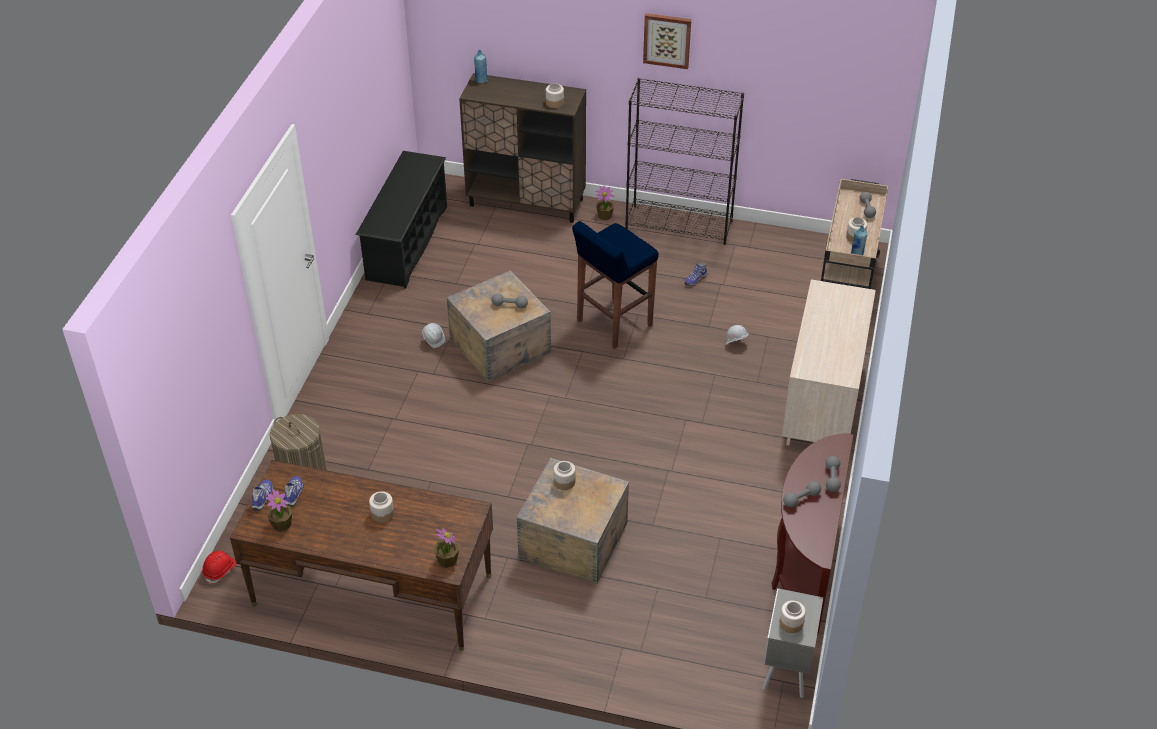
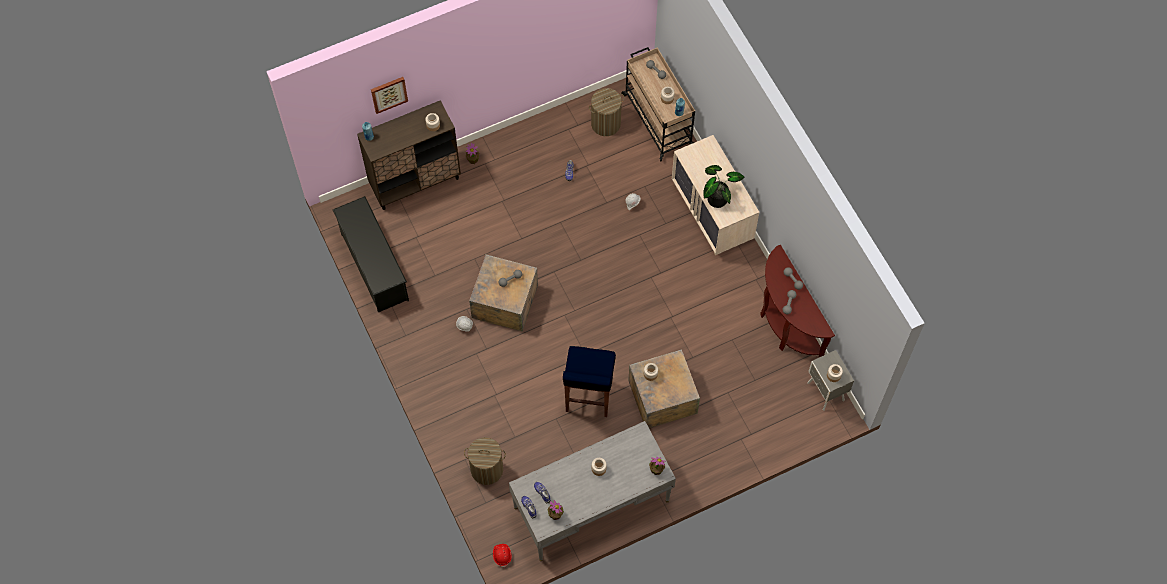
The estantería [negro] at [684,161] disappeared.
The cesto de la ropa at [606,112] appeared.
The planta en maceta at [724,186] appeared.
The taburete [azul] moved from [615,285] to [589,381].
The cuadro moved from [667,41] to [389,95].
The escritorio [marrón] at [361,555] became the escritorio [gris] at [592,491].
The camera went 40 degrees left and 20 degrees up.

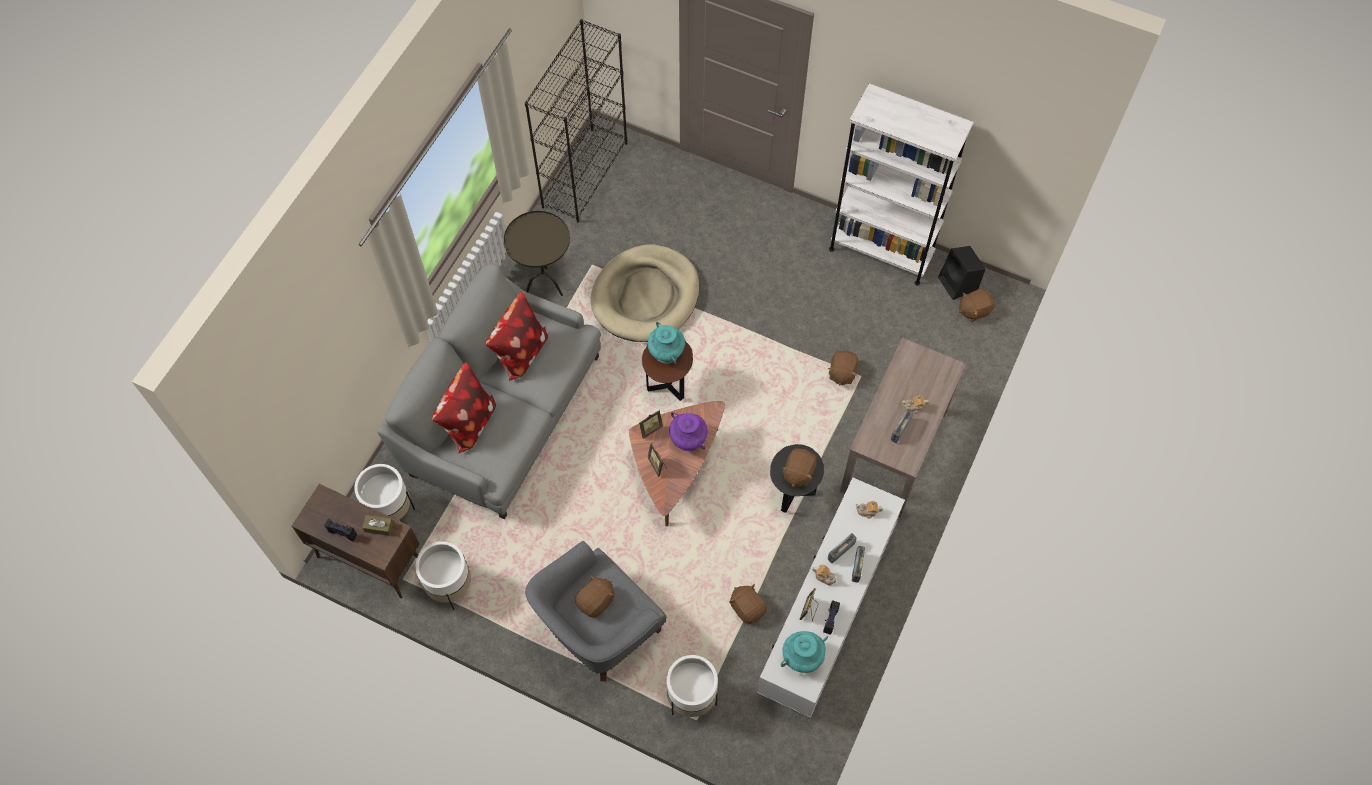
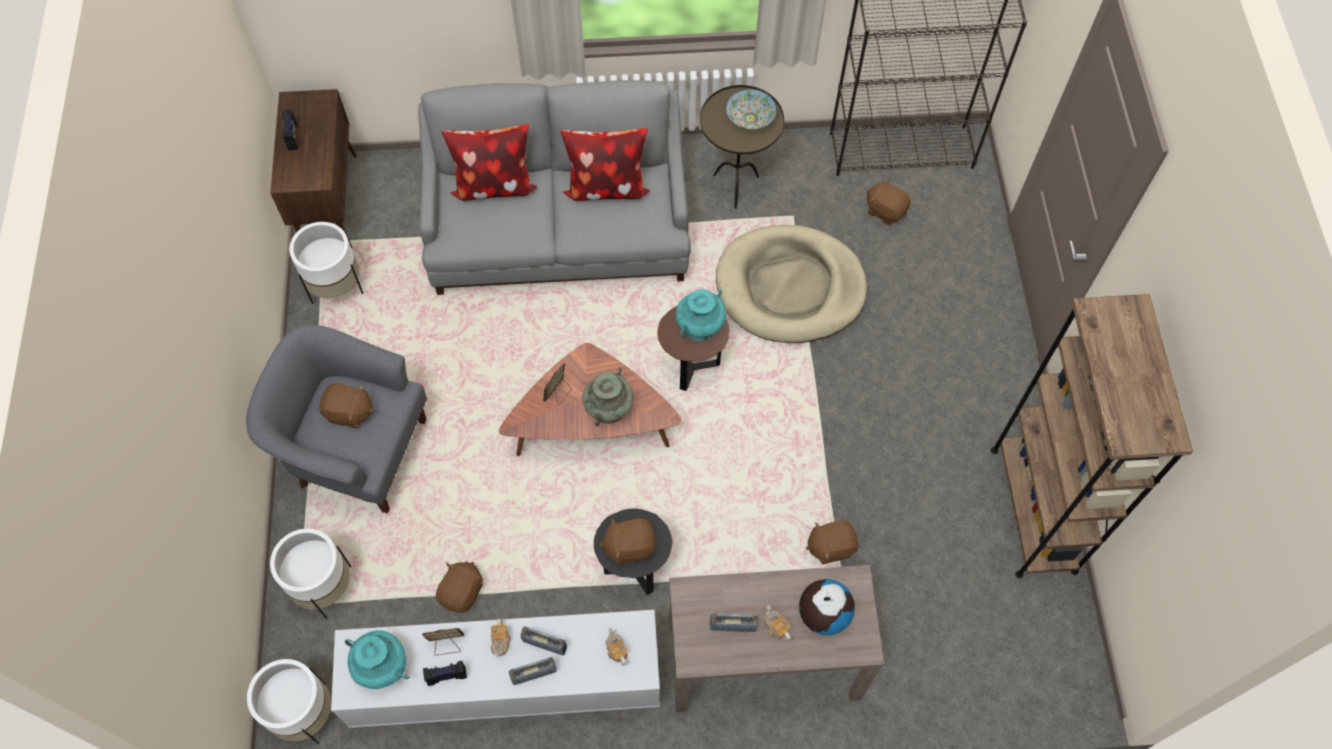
The caja de pañuelos [marrón] at [378,525] disappeared.
The portarretratos at [651,424] disappeared.
The altavoz [negro] at [962,273] disappeared.
The cuenco at [751,109] appeared.
The globo terráqueo at [827,607] appeared.
The maceta [blanco] moved from [384,492] to [289,701].
The peluche [marrón] moved from [977,305] to [888,201].
The florero [morado] at [688,431] became the florero [turquesa] at [608,396].
The estantería [blanco] at [901,185] became the estantería [marrón] at [1092,436].
The camera went 60 degrees right and 0 degrees up.

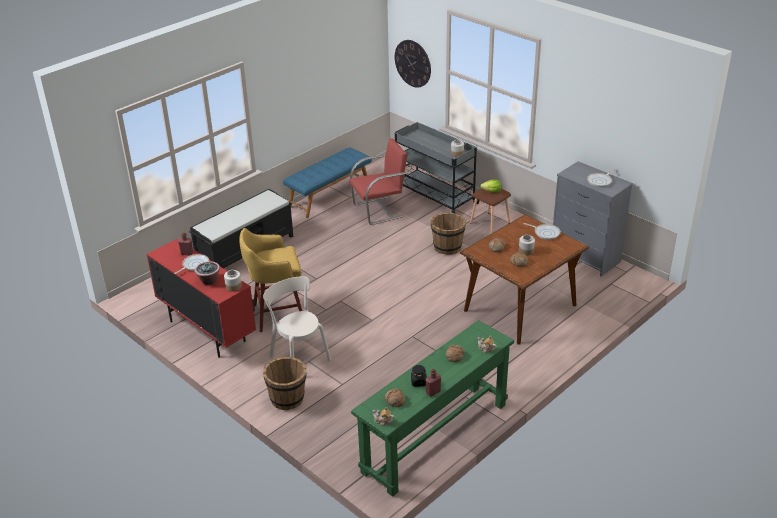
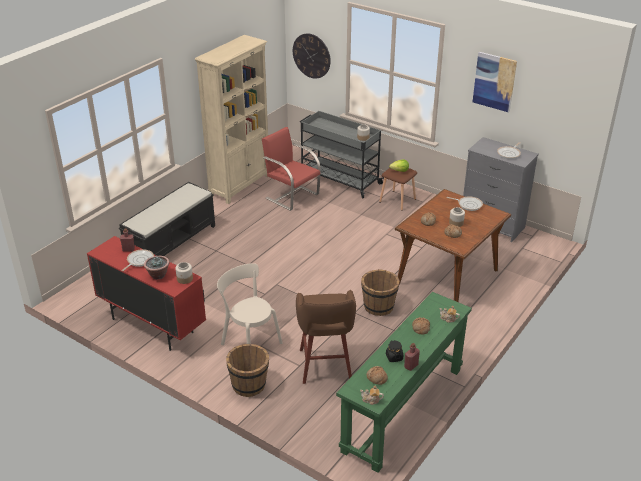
The taburete [amarillo] at [271,280] disappeared.
The taburete [marrón] at [326,337] appeared.
The cuadro at [495,82] appeared.
The cubo [marrón] moved from [448,234] to [380,292].
The banco [azul] at [327,182] was replaced by the estantería [beis] at [231,119].
The silla [rojo] at [378,182] turned 105 degrees counterclockwise.
The camera went 10 degrees left and 0 degrees up.

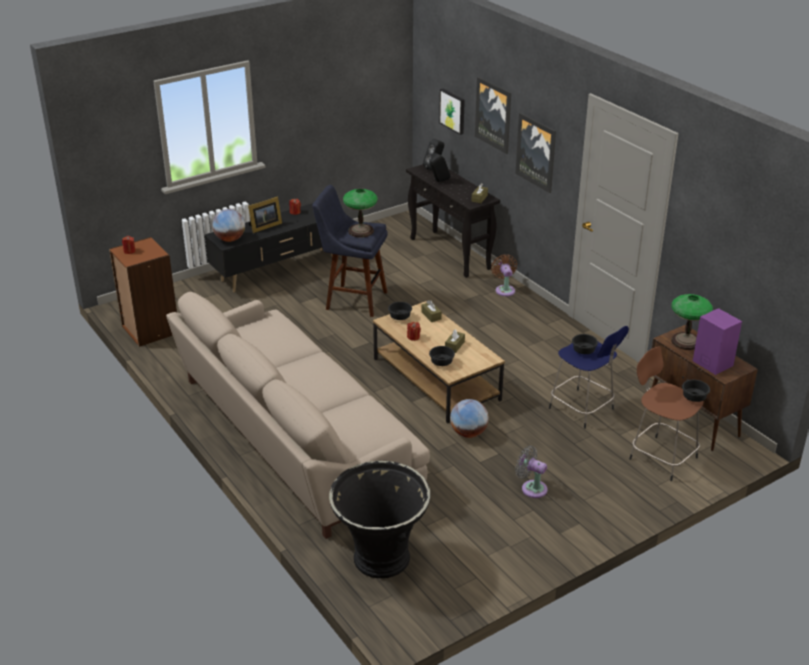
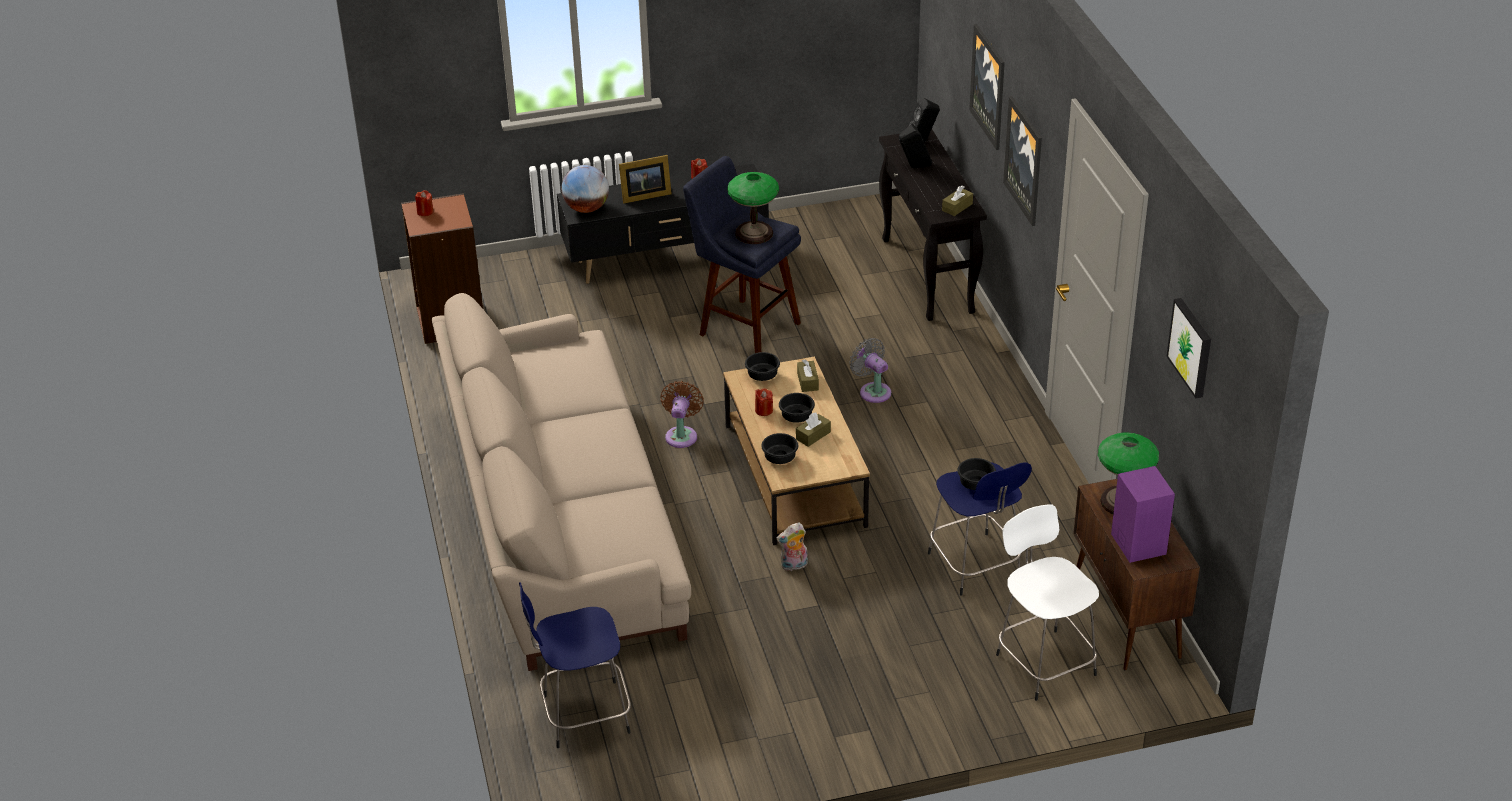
The cuadro moved from [452,112] to [1188,348].
The ventilador [marrón] moved from [504,275] to [682,414].
The ventilador [gris] moved from [531,472] to [870,370].
The cuenco [negro] moved from [696,391] to [797,408].
The maceta [negro] at [379,519] was replaced by the taburete [azul] at [575,665].
The globo terráqueo at [469,418] was replaced by the peluche at [792,547].
The taburete [marrón] at [666,413] became the taburete [blanco] at [1047,603].
The camera went 20 degrees right and 5 degrees up.

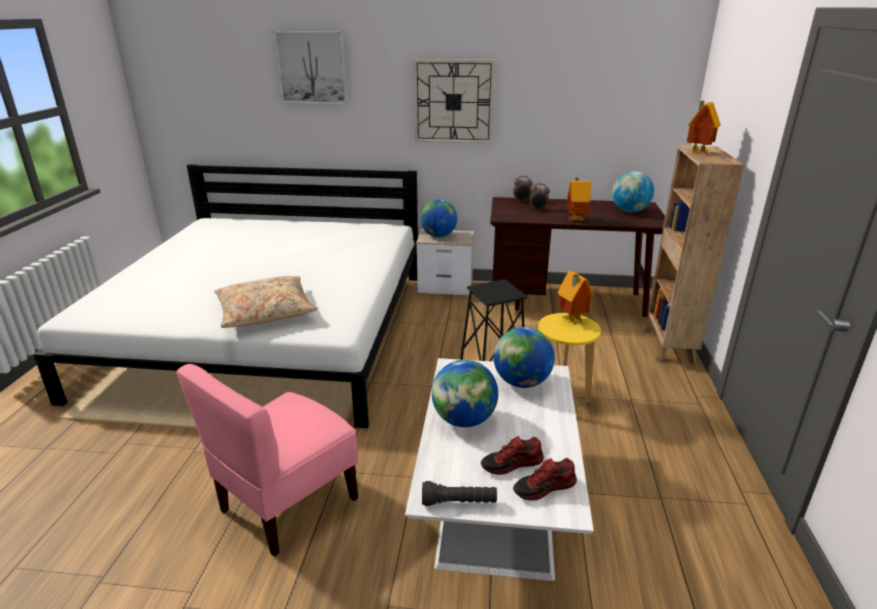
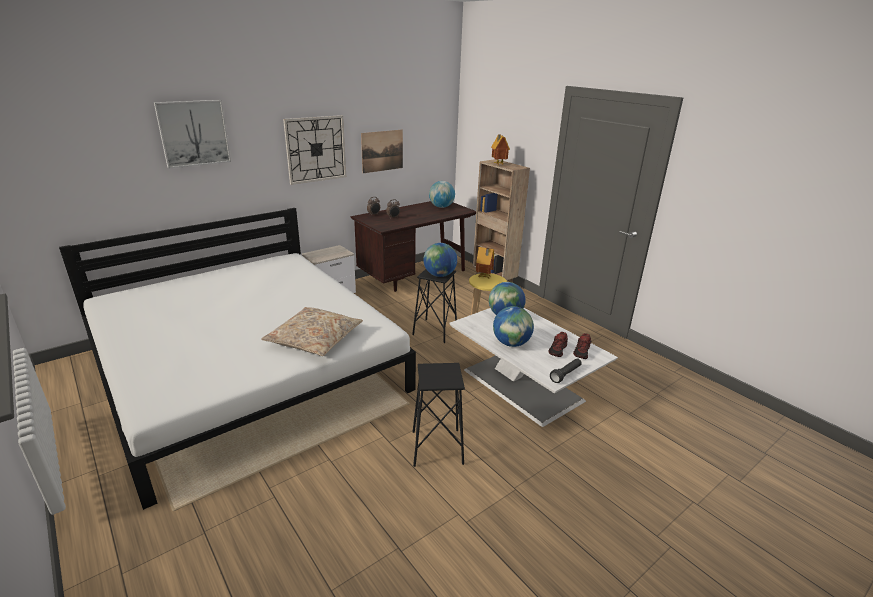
The casita at [578,199] disappeared.
The cuadro at [382,151] appeared.
The globo terráqueo moved from [438,218] to [440,260].
The silla [rosa] at [267,460] was replaced by the taburete [negro] at [439,415].
The camera went 45 degrees left and 0 degrees up.

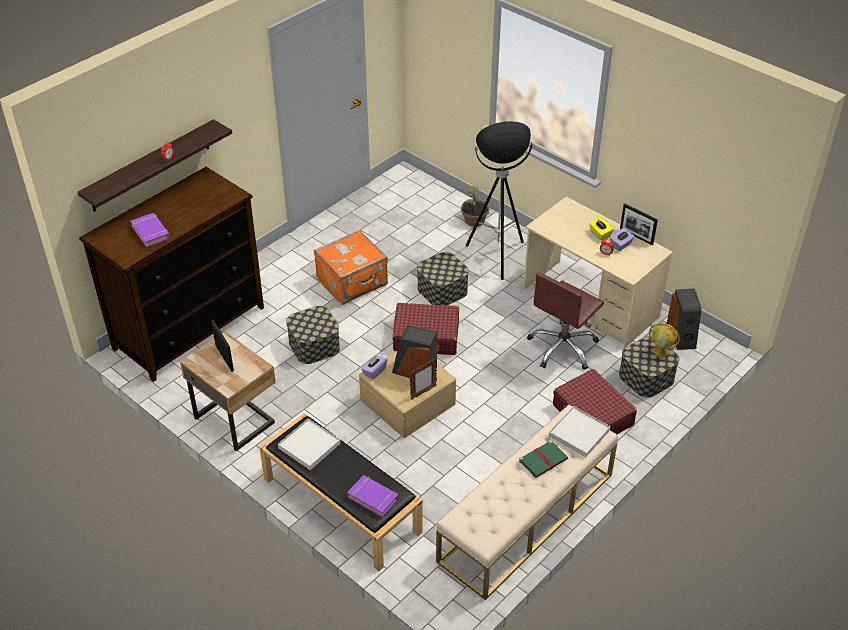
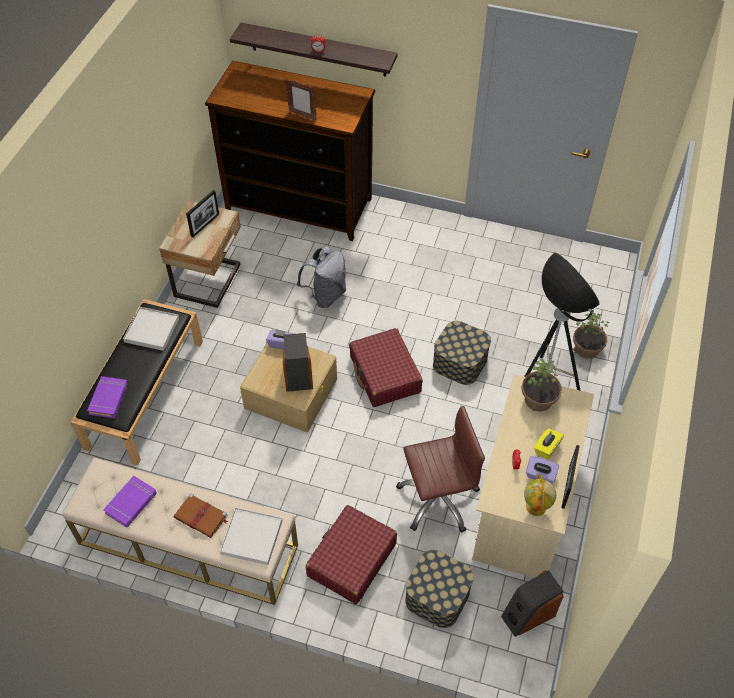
The maleta [naranja] at [351,267] disappeared.
The planta en maceta at [541,385] appeared.
The libro [morado] moved from [150,230] to [130,501].
The portarretratos moved from [423,379] to [301,99].
The globo terráqueo moved from [664,340] to [540,495].
The caja de almacenaje at [313,335] was replaced by the mochila [gris] at [321,277].
The libro [verde] at [543,459] became the libro [marrón] at [201,516].
The silla de oficina [marrón] at [565,321] turned 150 degrees clockwise.
The camera went 65 degrees right and 10 degrees up.

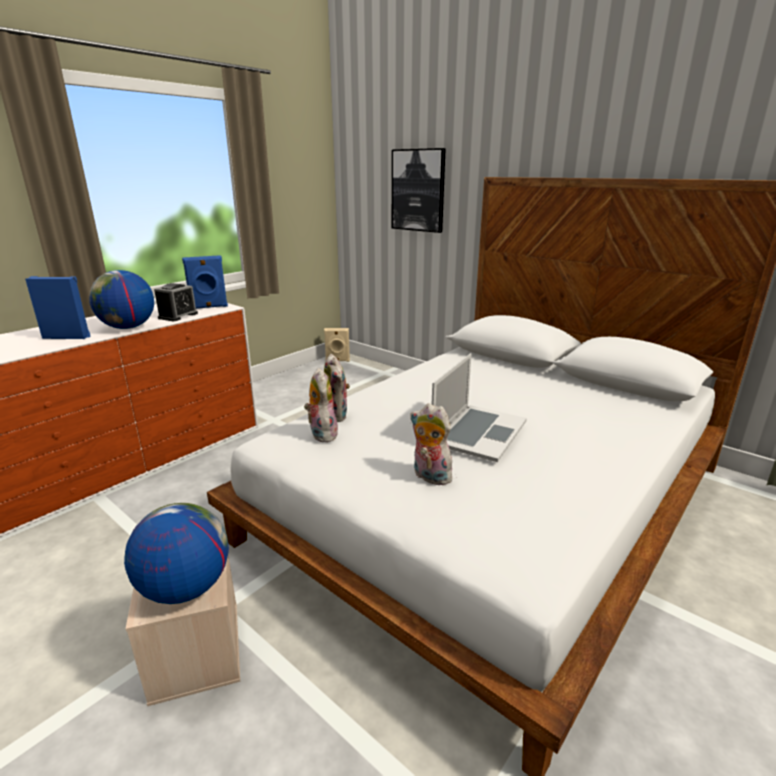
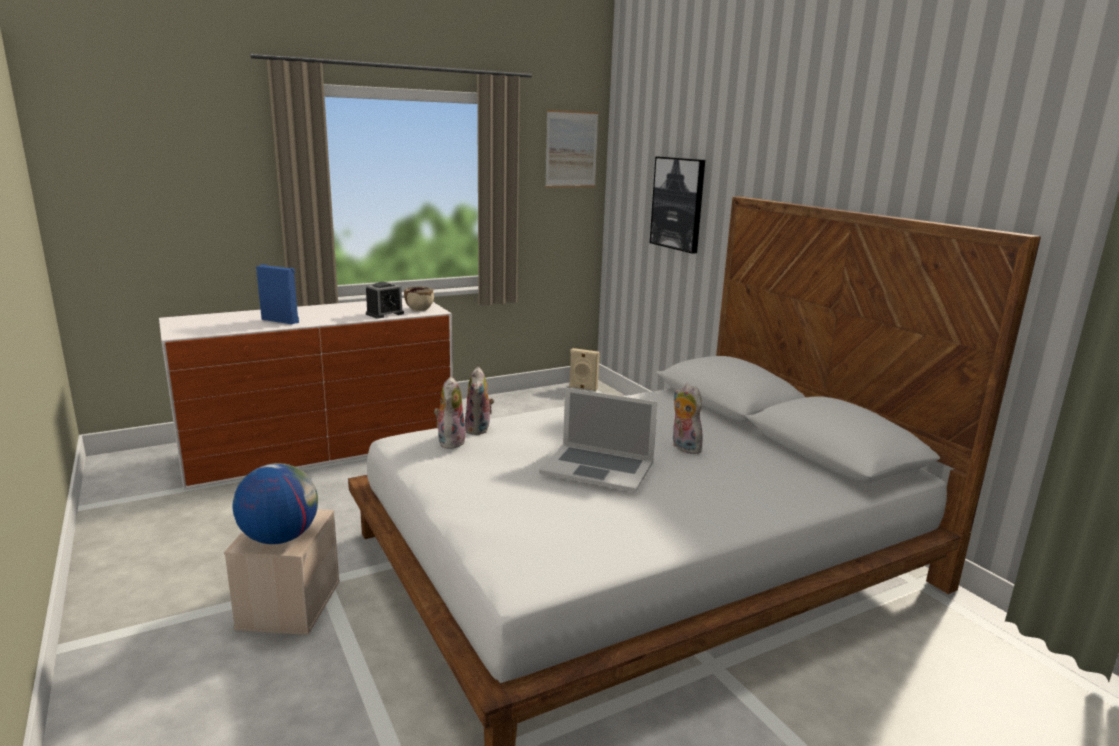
The globo terráqueo at [121,299] disappeared.
The cuadro at [572,148] appeared.
The peluche moved from [431,444] to [688,418].
The altavoz [azul] at [205,282] was replaced by the cuenco [beis] at [419,299].
The portátil at [479,407] turned 60 degrees clockwise.
The camera went 20 degrees right and 5 degrees down.

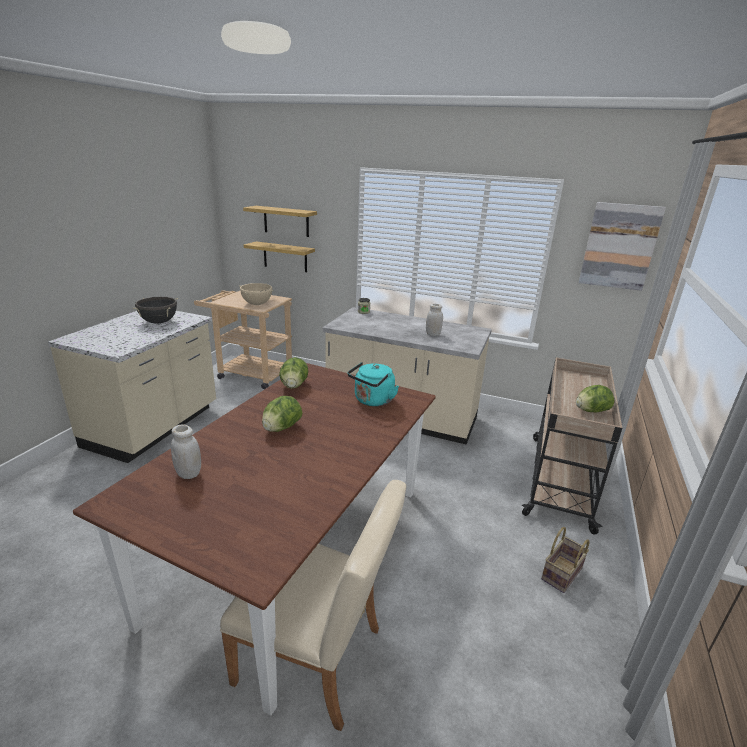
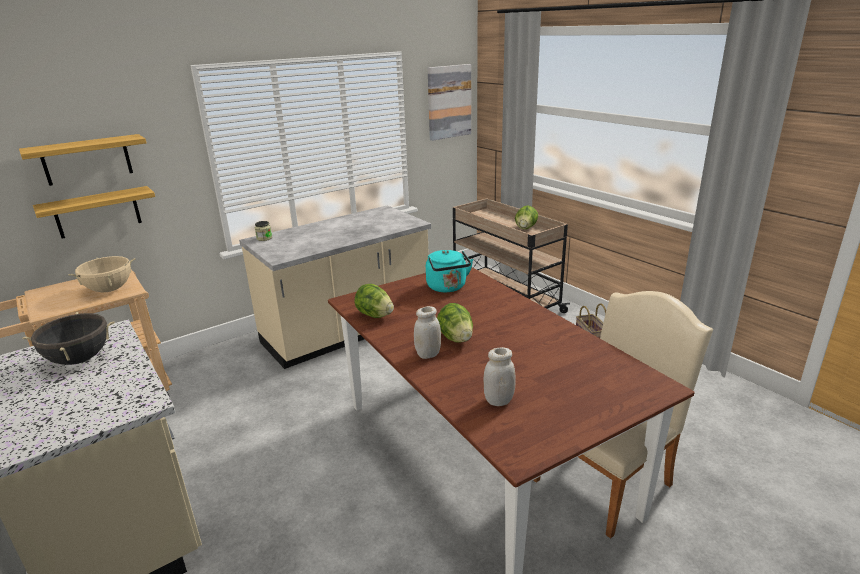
The tarro [blanco] moved from [434,320] to [427,332].
The camera went 55 degrees left and 0 degrees up.

